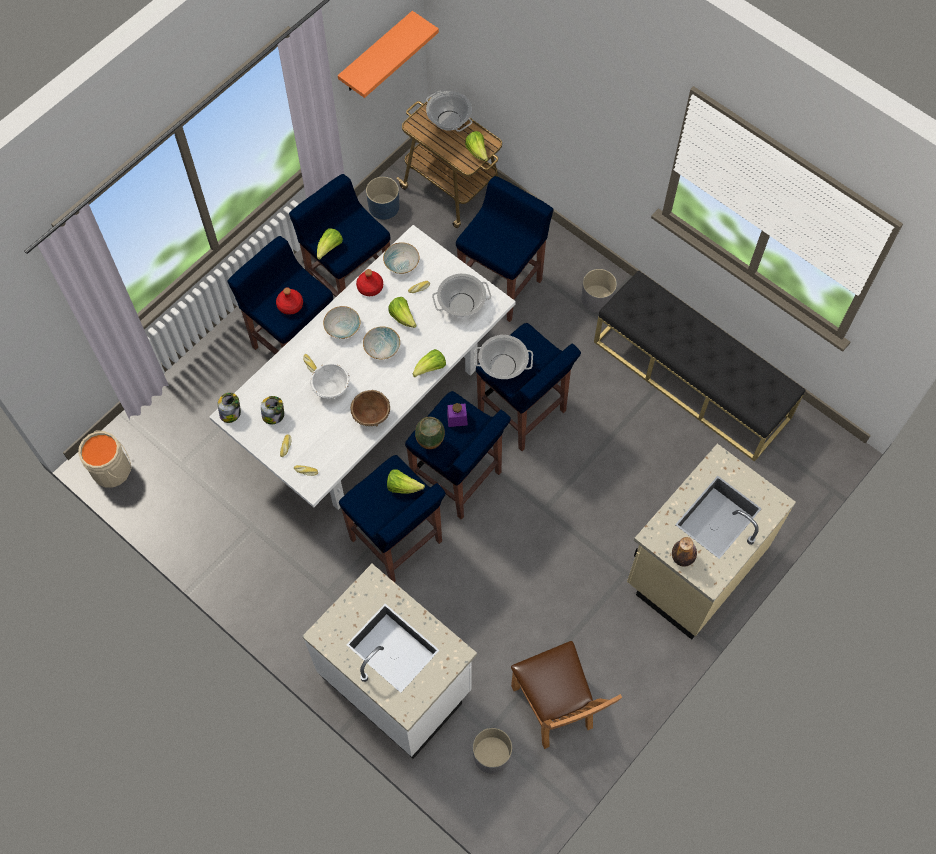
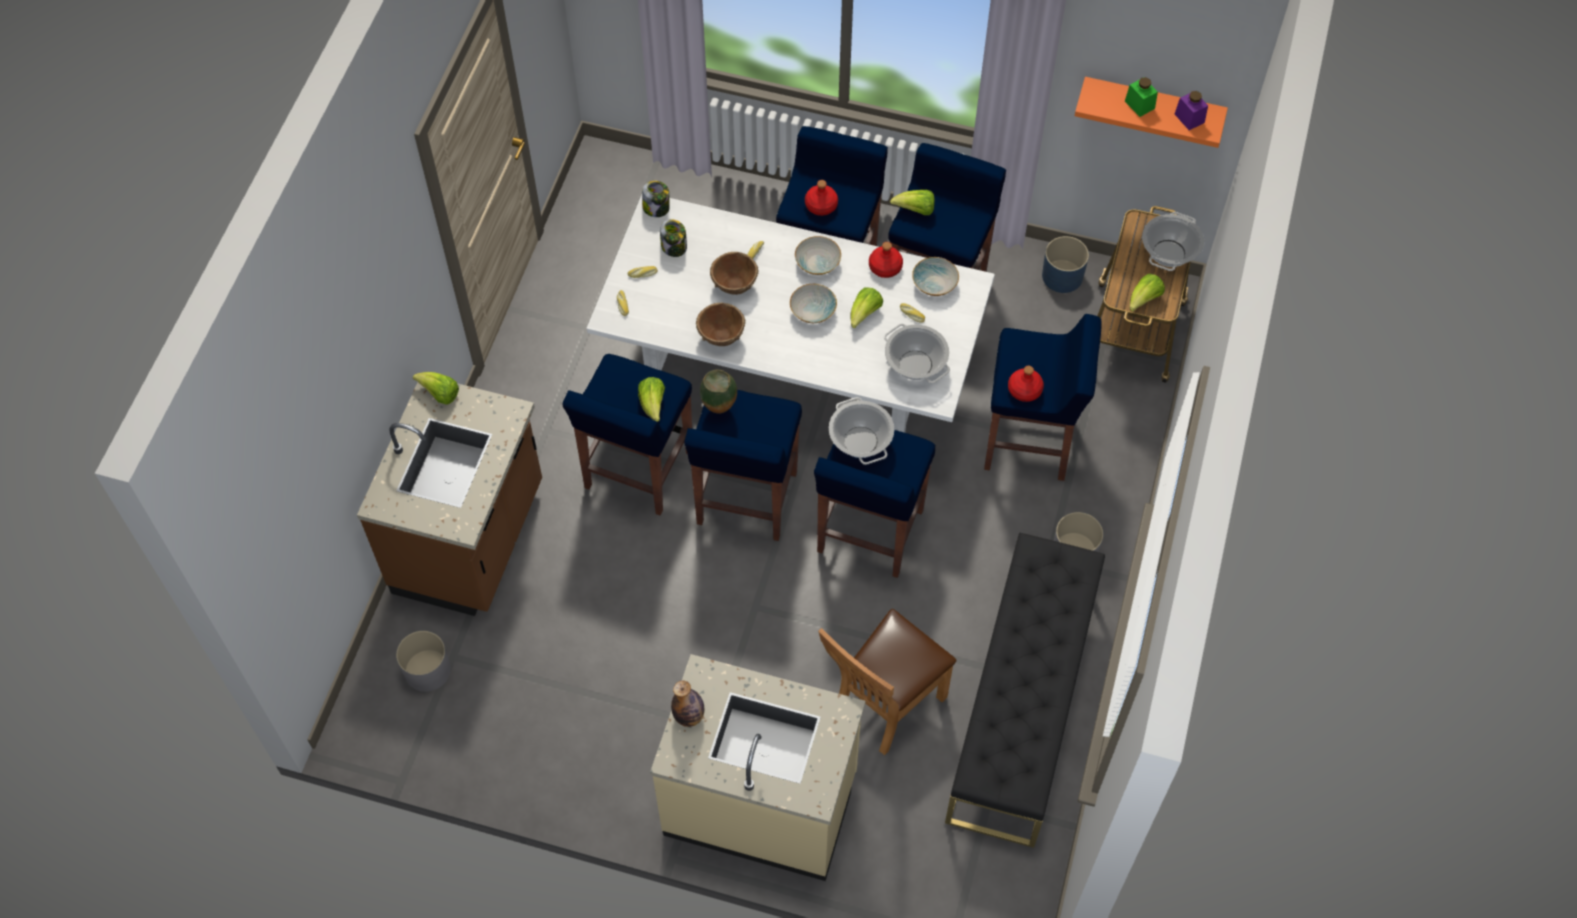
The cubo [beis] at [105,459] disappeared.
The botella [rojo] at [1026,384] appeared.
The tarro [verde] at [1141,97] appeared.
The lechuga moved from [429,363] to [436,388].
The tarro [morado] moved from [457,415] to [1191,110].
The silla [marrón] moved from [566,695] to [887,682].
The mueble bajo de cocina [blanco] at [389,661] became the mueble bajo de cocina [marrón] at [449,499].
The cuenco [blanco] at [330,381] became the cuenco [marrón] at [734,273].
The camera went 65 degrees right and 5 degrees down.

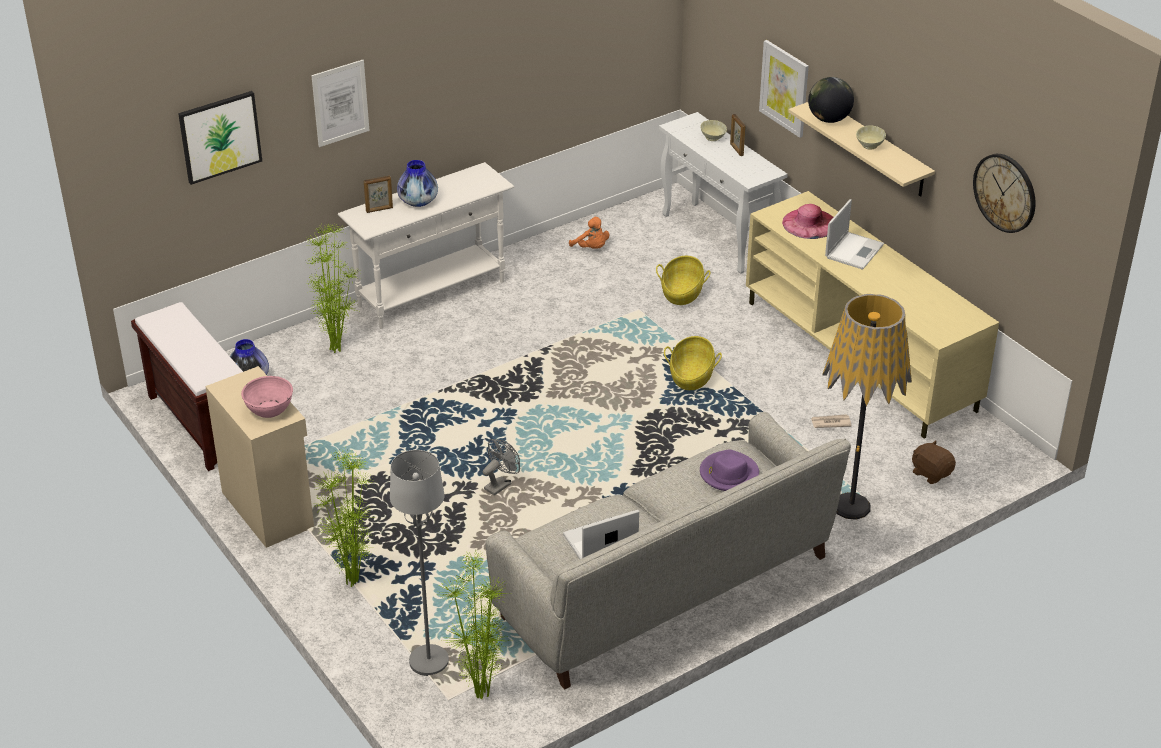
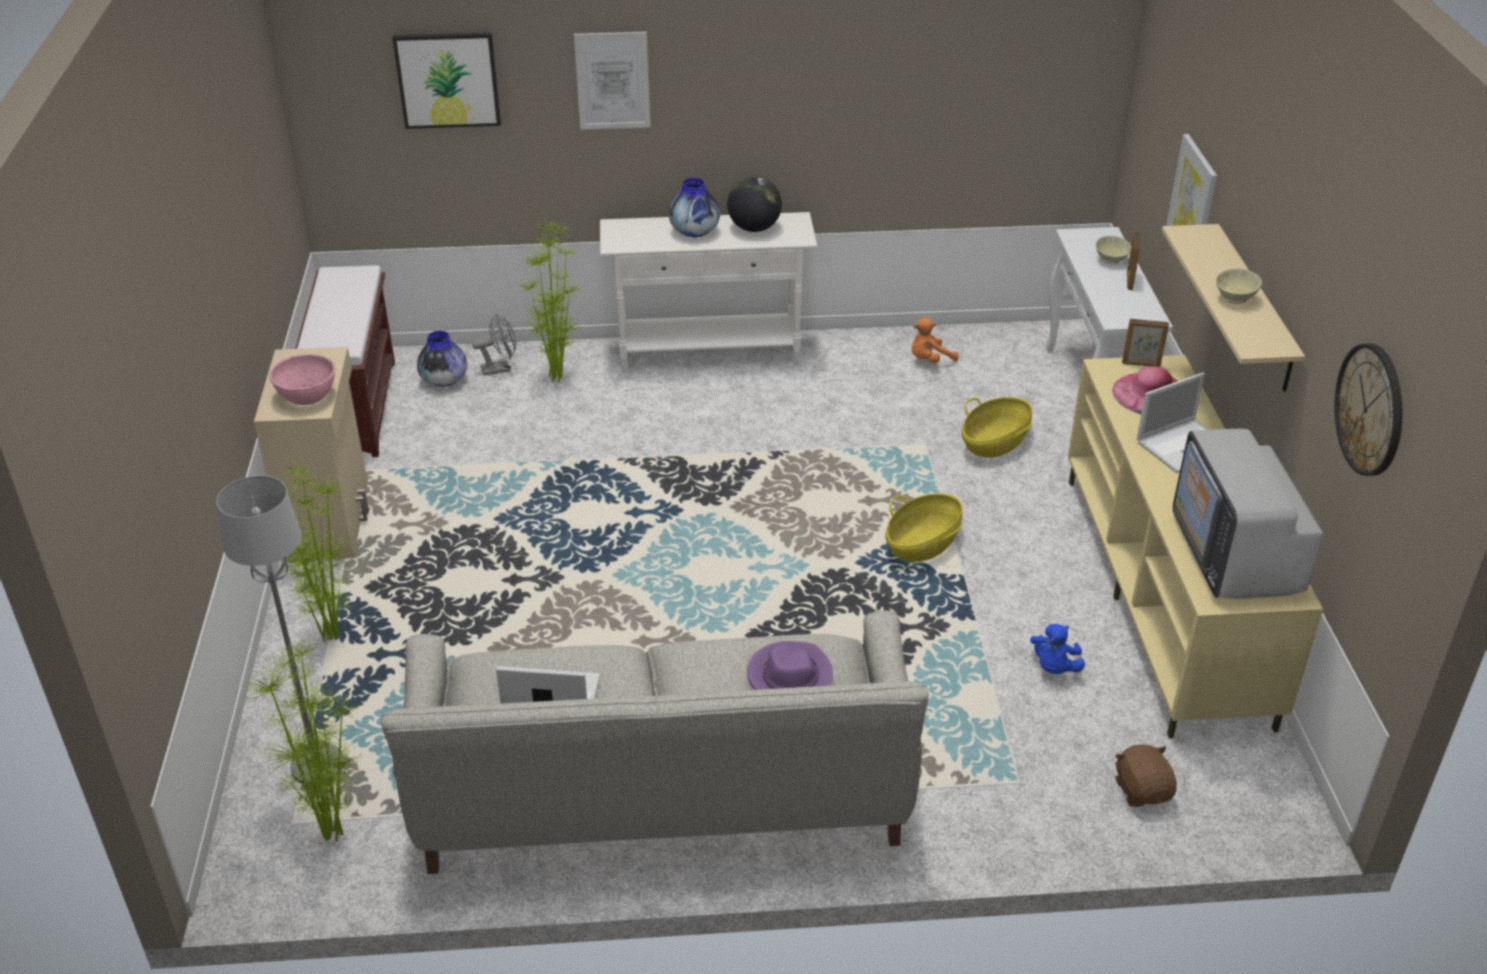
The lámpara de pie at [867,407] disappeared.
The televisor at [1248,514] appeared.
The portarretratos moved from [378,194] to [1145,343].
The ventilador [gris] moved from [501,467] to [494,345].
The globo terráqueo moved from [831,100] to [754,204].
The periódico at [831,421] was replaced by the peluche [azul] at [1057,649].
The peluche [naranja] at [589,233] turned 75 degrees clockwise.
The camera went 30 degrees right and 0 degrees up.

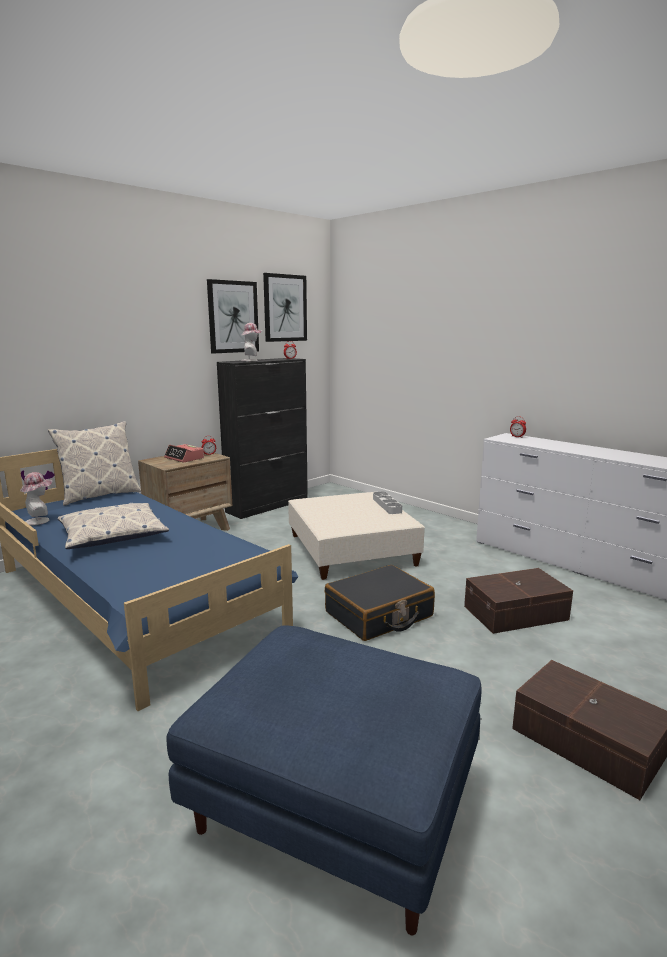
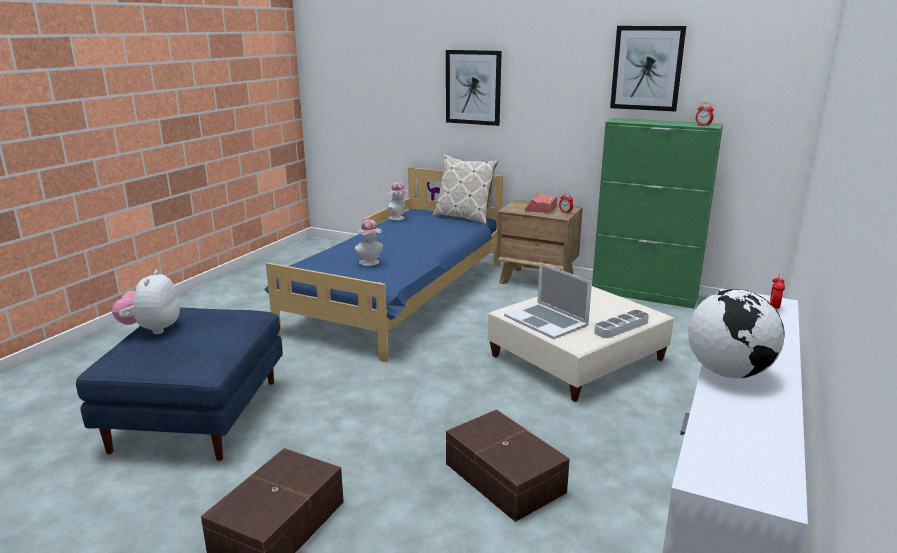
The cojín at [113,525] disappeared.
The maleta [negro] at [380,603] disappeared.
The peluche at [146,302] appeared.
The portátil at [548,301] appeared.
The globo terráqueo at [736,333] appeared.
The sombrero moved from [251,342] to [368,242].
The cuadro moved from [285,307] to [474,88].
The armario [negro] at [262,438] became the armario [verde] at [657,213].
The camera went 70 degrees right and 5 degrees up.

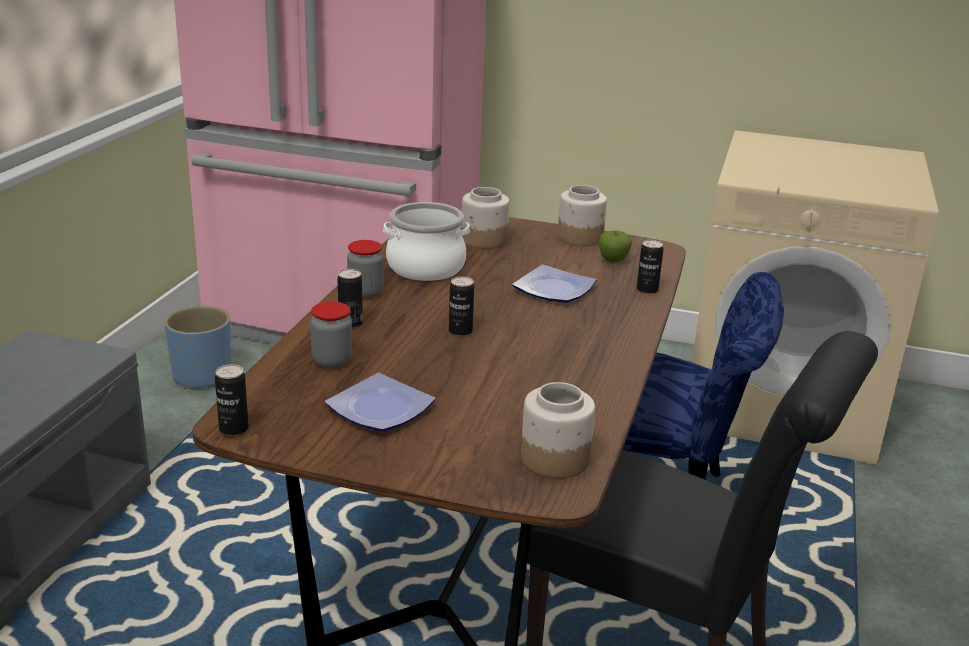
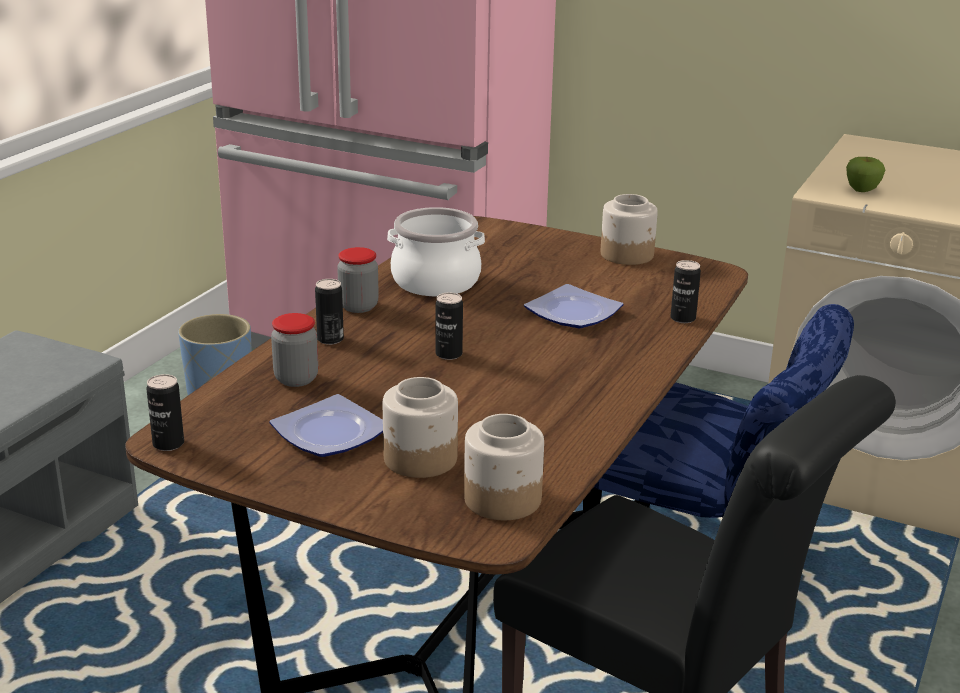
The tarro moved from [485,218] to [420,427].
The manzana moved from [615,246] to [865,174].
The camera went 10 degrees right and 0 degrees up.

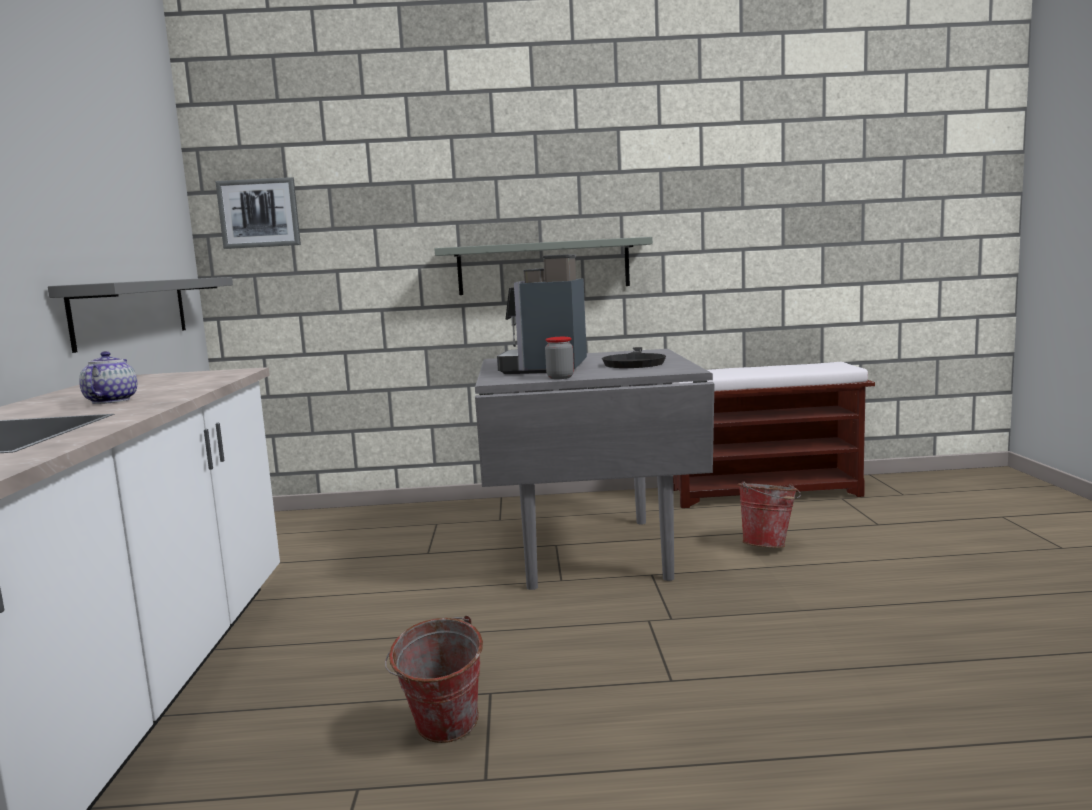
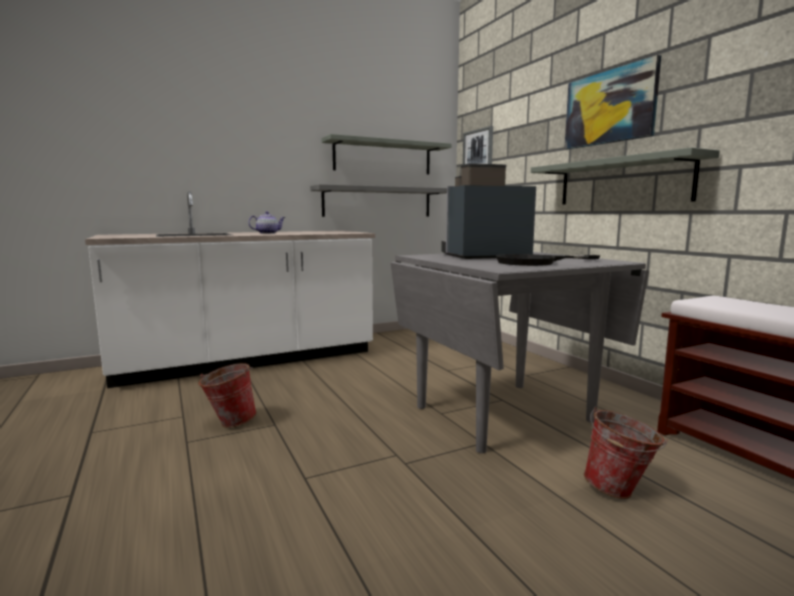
The tarro at [559,358] disappeared.
The estante [gris] at [386,154] appeared.
The cuadro at [612,102] appeared.
The camera went 65 degrees right and 0 degrees up.

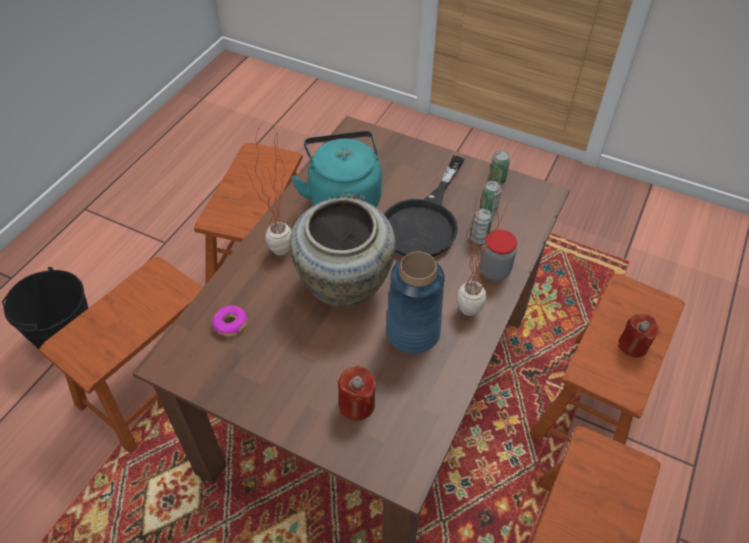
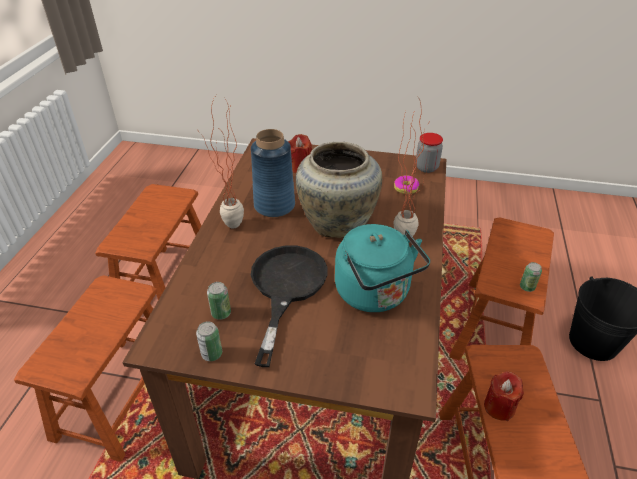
The lata moved from [481,226] to [531,277].
The tarro moved from [498,255] to [429,153].
The vela [rojo] moved from [638,336] to [504,396].
The camera went 165 degrees right and 10 degrees down.

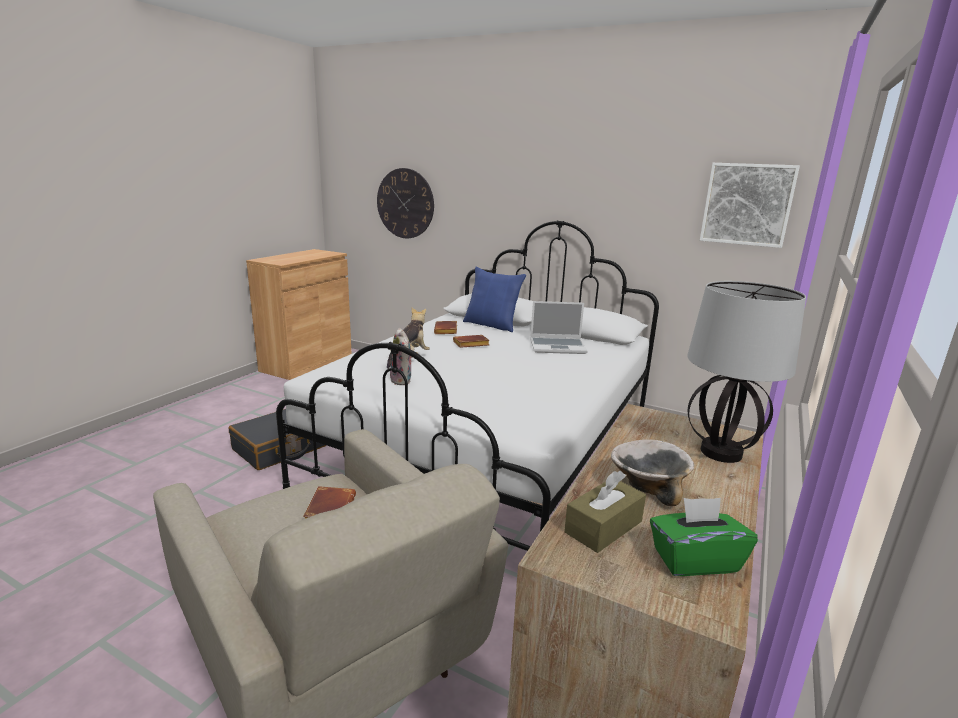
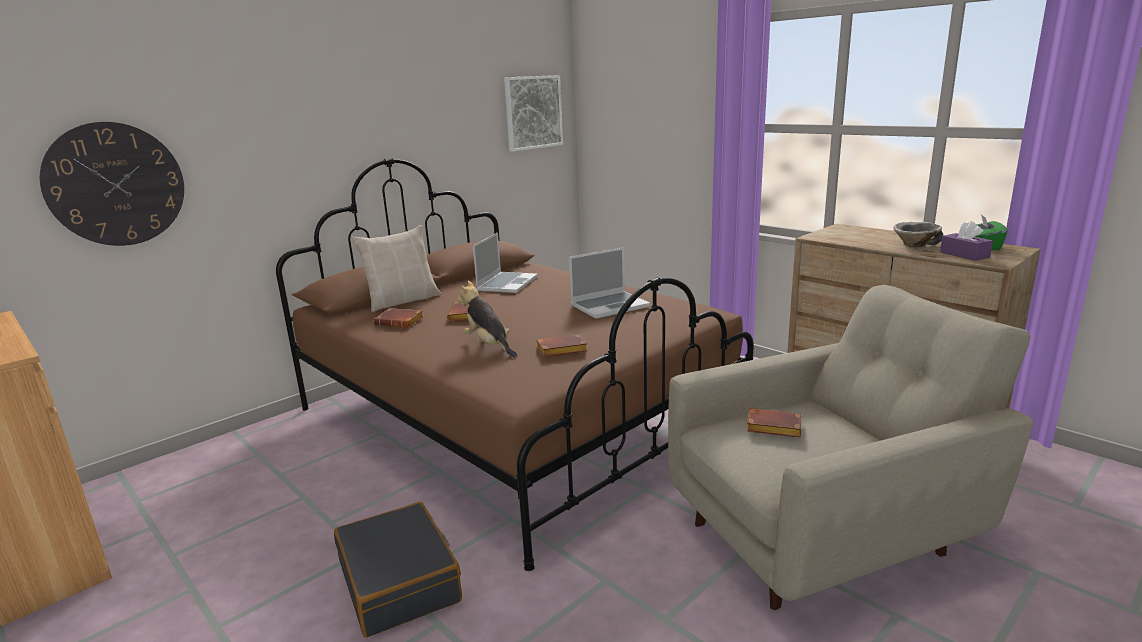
The lámpara de mesa at [746,372] disappeared.
The portátil at [609,283] appeared.
The peluche at [401,356] was replaced by the libro [marrón] at [562,345].
The cama [blanco] at [467,385] became the cama [marrón] at [515,364].
The cojín [azul] at [494,299] became the cojín [beis] at [396,268].
The caja de pañuelos [marrón] at [605,512] became the caja de pañuelos [morado] at [966,241].
The camera went 70 degrees left and 0 degrees up.

